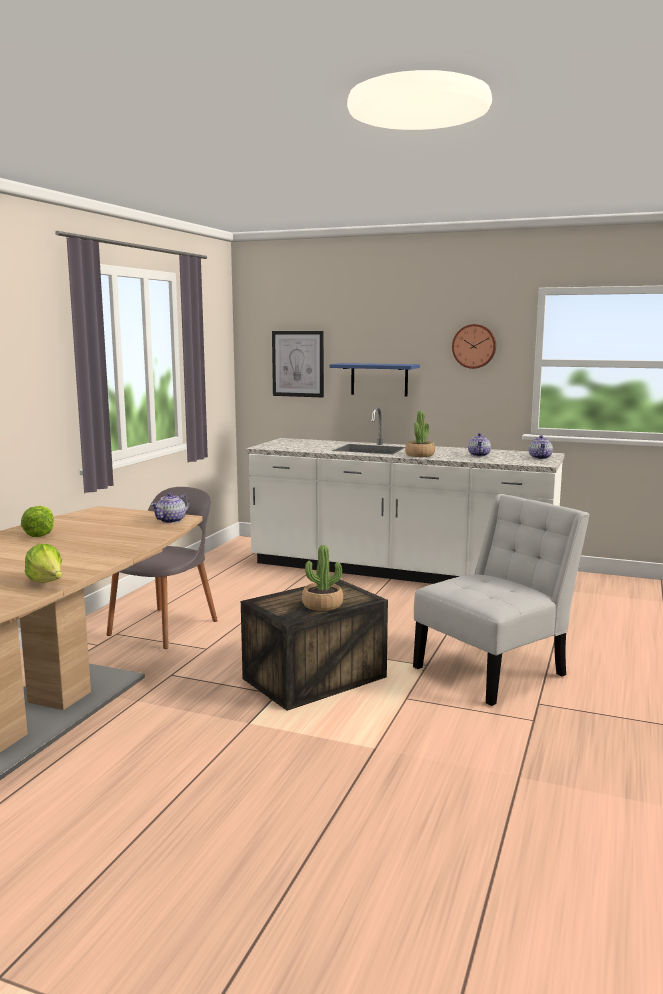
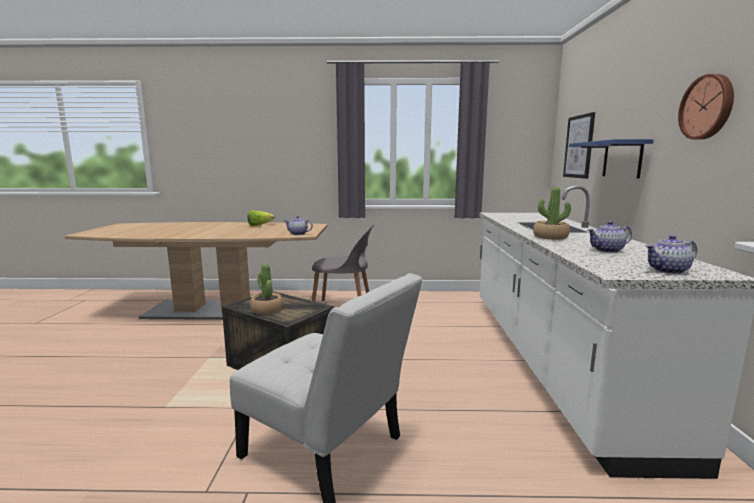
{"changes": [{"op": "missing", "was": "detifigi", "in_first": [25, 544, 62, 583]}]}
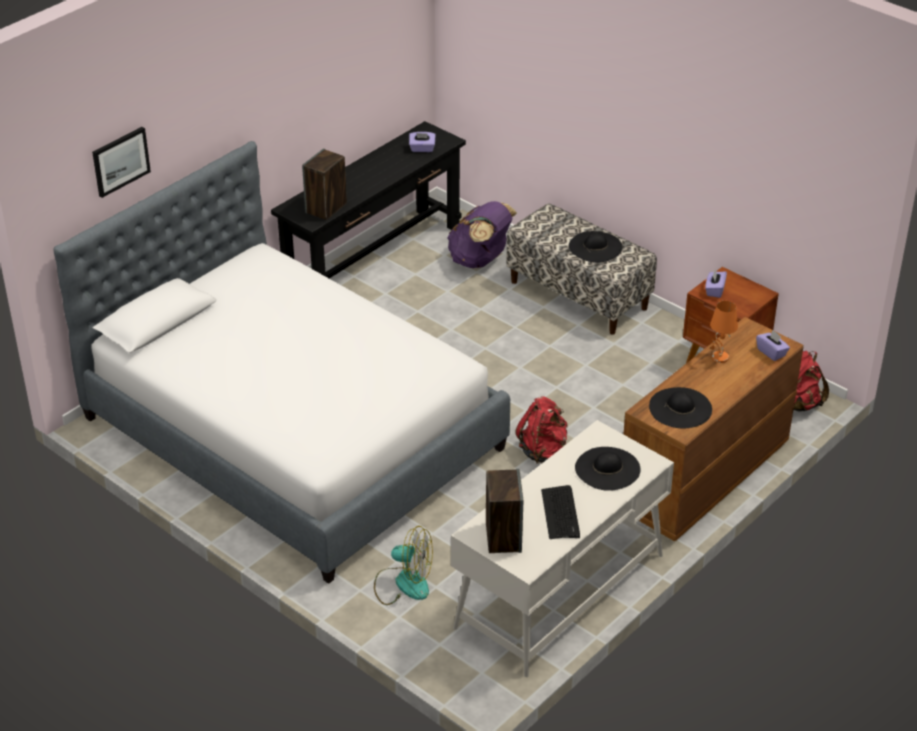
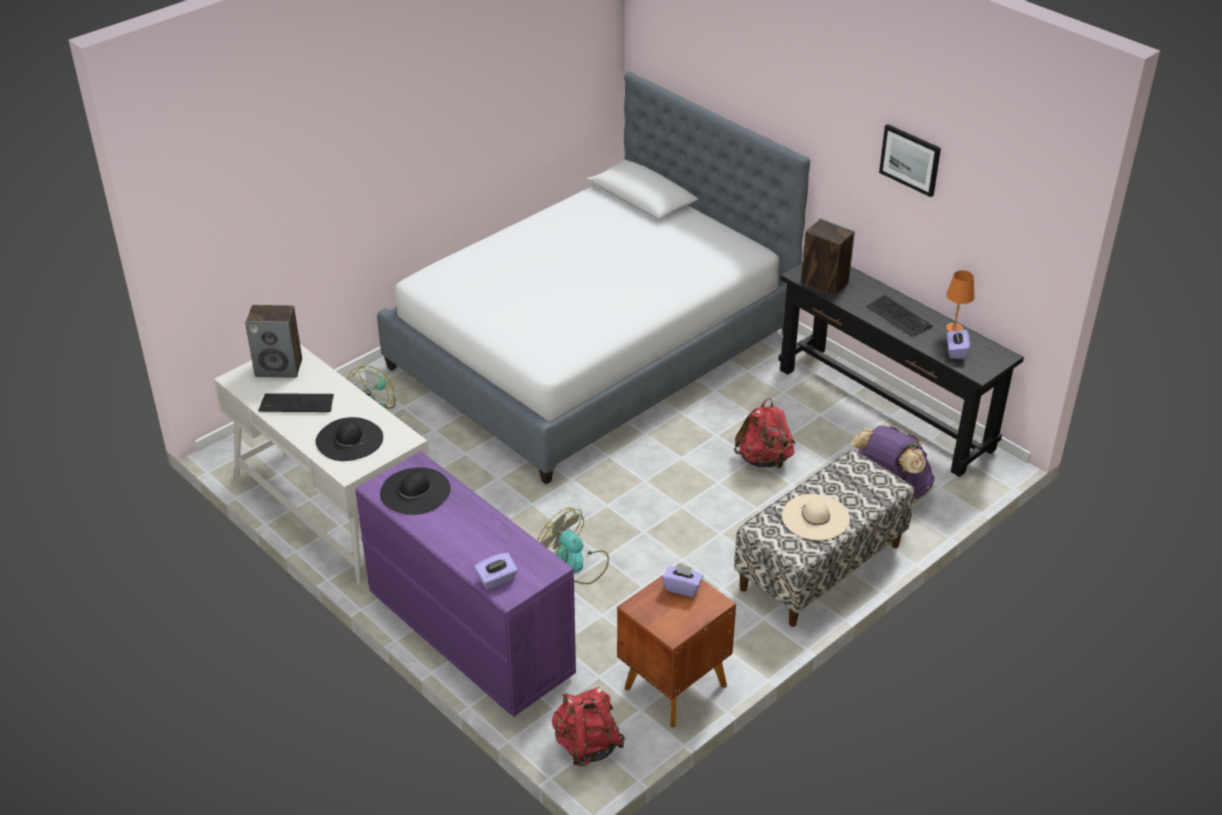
{"changes": [{"op": "appeared", "now": "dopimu", "in_second": [538, 507, 609, 584]}, {"op": "appeared", "now": "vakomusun", "in_second": [866, 295, 933, 337]}, {"op": "relocated", "was": "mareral", "in_first": [92, 127, 151, 198], "in_second": [879, 124, 941, 197]}, {"op": "relocated", "was": "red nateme", "in_first": [515, 396, 567, 464], "in_second": [734, 398, 795, 469]}, {"op": "relocated", "was": "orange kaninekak", "in_first": [710, 301, 738, 363], "in_second": [946, 270, 975, 332]}, {"op": "colour", "was": "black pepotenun", "now": "beige pepotenun", "in_first": [569, 231, 622, 262], "in_second": [782, 494, 850, 540]}, {"op": "colour", "was": "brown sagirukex", "now": "purple sagirukex", "in_first": [623, 317, 803, 541], "in_second": [355, 451, 576, 717]}]}
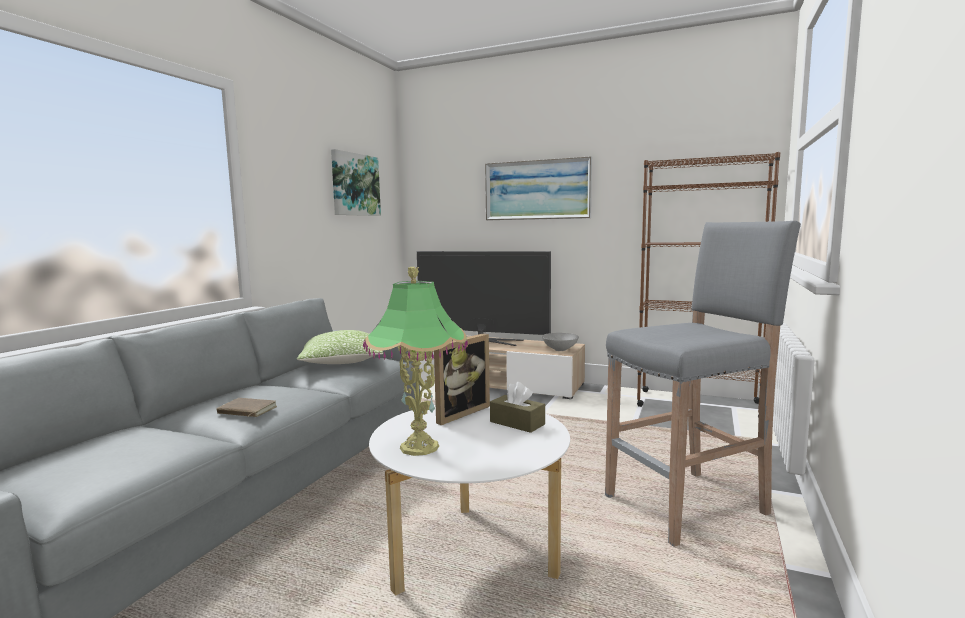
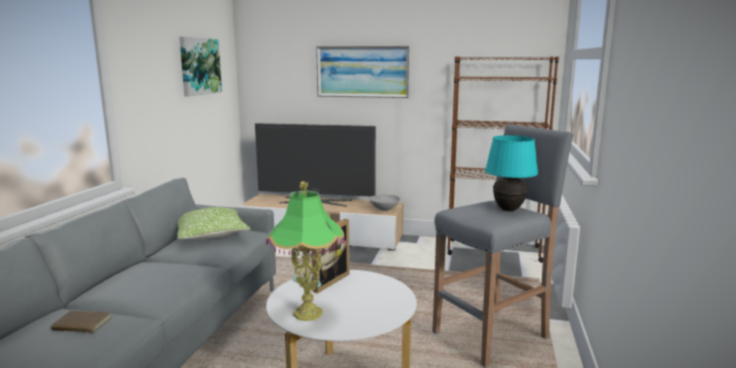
{"changes": [{"op": "missing", "was": "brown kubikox", "in_first": [490, 382, 545, 433]}, {"op": "appeared", "now": "turquoise kaninekak", "in_second": [485, 135, 538, 211]}, {"op": "relocated", "was": "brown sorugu", "in_first": [216, 398, 277, 417], "in_second": [51, 311, 112, 335]}]}
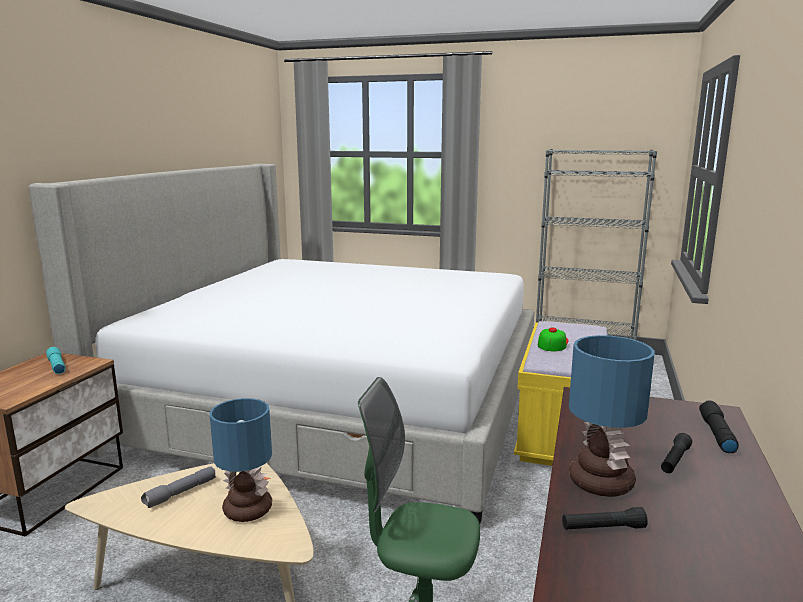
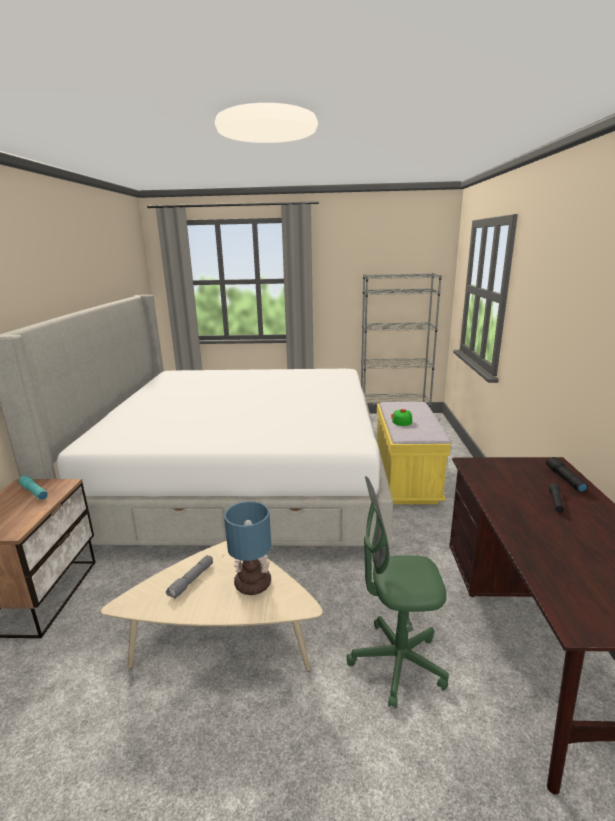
{"changes": [{"op": "missing", "was": "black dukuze", "in_first": [562, 507, 648, 530]}, {"op": "missing", "was": "kaninekak", "in_first": [569, 335, 655, 497]}]}
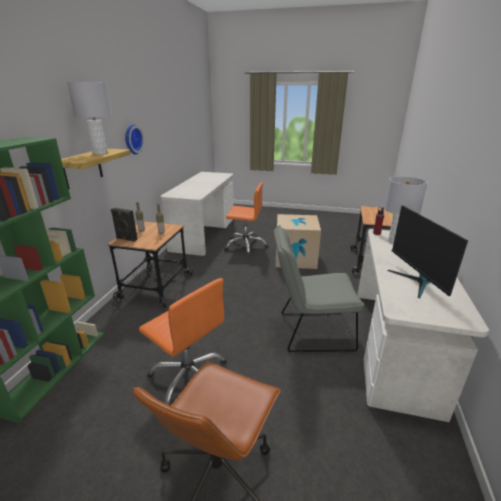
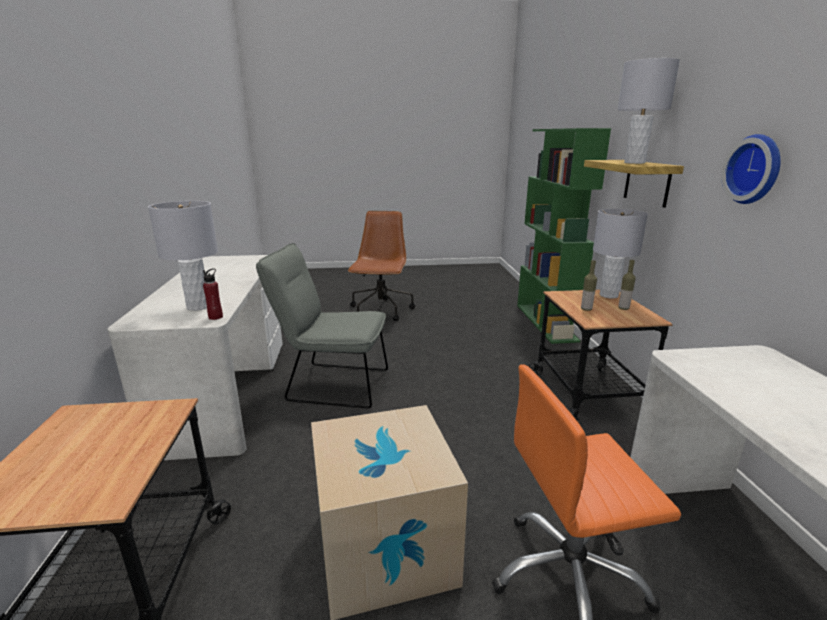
{"changes": [{"op": "missing", "was": "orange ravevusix", "in_first": [139, 278, 227, 405]}, {"op": "missing", "was": "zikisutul", "in_first": [388, 205, 468, 298]}, {"op": "exchanged", "was": "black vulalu", "now": "grey kaninekak", "in_first": [111, 208, 138, 242], "in_second": [593, 209, 648, 298]}, {"op": "spun", "was": "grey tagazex", "in_first": [274, 225, 364, 353], "in_second": [256, 243, 388, 408], "clockwise": -150}]}
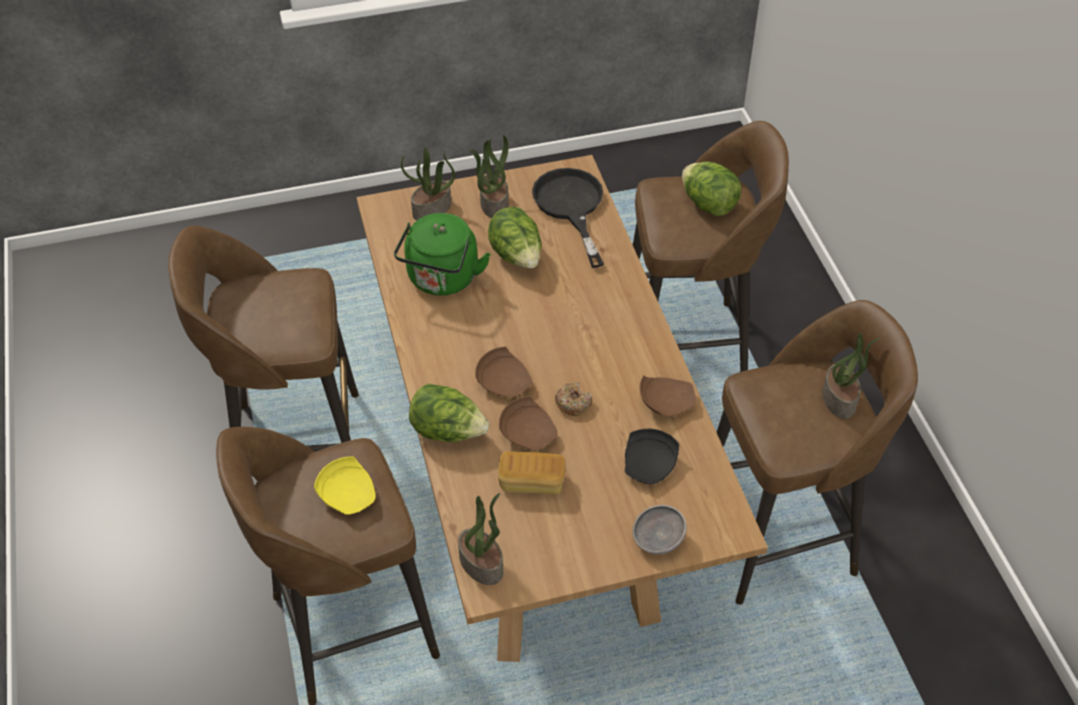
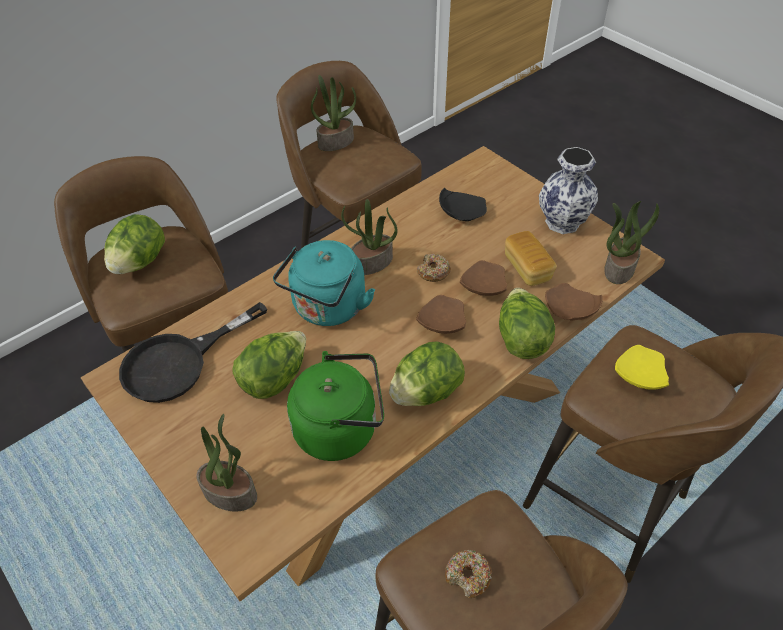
{"changes": [{"op": "missing", "was": "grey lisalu", "in_first": [632, 505, 687, 554]}, {"op": "appeared", "now": "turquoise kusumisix", "in_second": [273, 240, 375, 326]}, {"op": "appeared", "now": "detifigi", "in_second": [389, 341, 465, 406]}, {"op": "appeared", "now": "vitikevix", "in_second": [445, 550, 492, 598]}, {"op": "appeared", "now": "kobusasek", "in_second": [539, 147, 598, 234]}, {"op": "relocated", "was": "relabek", "in_first": [469, 135, 509, 218], "in_second": [341, 199, 397, 275]}, {"op": "relocated", "was": "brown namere", "in_first": [640, 376, 697, 417], "in_second": [545, 283, 603, 321]}]}
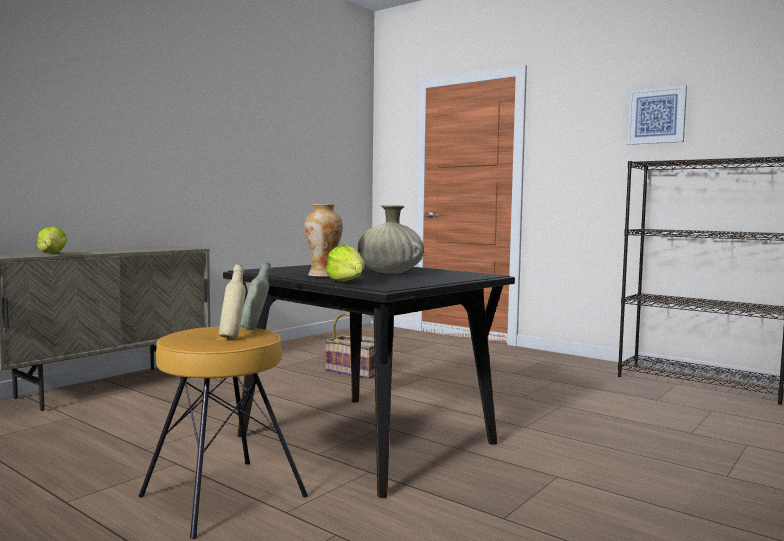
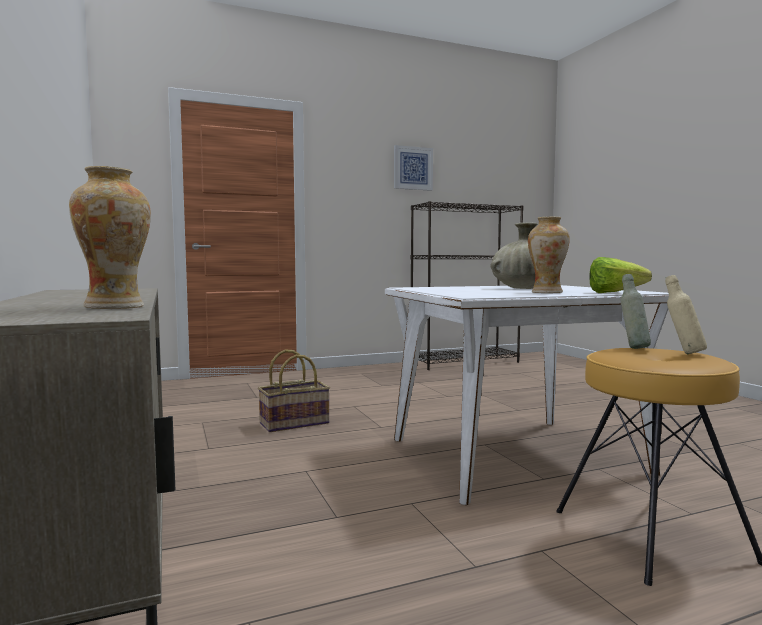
{"changes": [{"op": "exchanged", "was": "detifigi", "now": "kobusasek", "in_first": [37, 226, 67, 254], "in_second": [69, 166, 151, 309]}, {"op": "colour", "was": "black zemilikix", "now": "white zemilikix", "in_first": [223, 264, 515, 498], "in_second": [385, 285, 669, 505]}]}
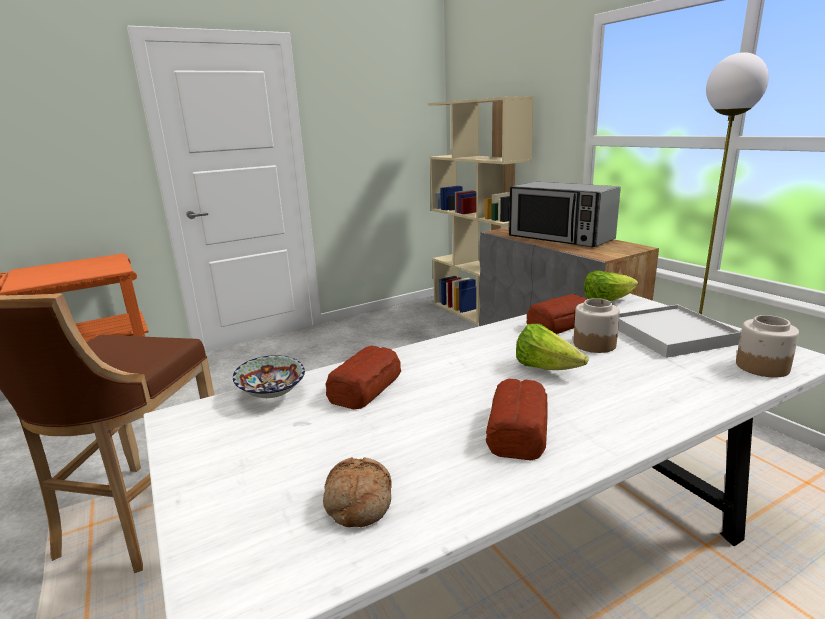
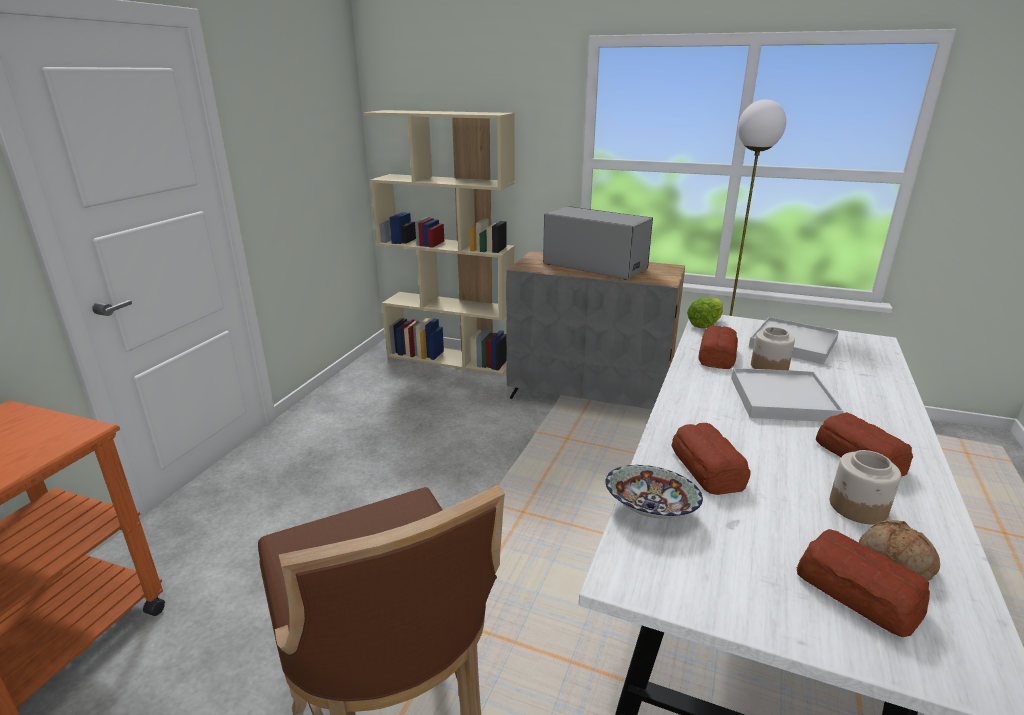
{"changes": [{"op": "appeared", "now": "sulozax", "in_second": [797, 529, 930, 637]}, {"op": "relocated", "was": "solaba", "in_first": [736, 315, 799, 377], "in_second": [830, 450, 901, 524]}, {"op": "exchanged", "was": "detifigi", "now": "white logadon", "in_first": [516, 324, 588, 370], "in_second": [731, 368, 844, 422]}, {"op": "spun", "was": "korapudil", "in_first": [509, 182, 621, 248], "in_second": [543, 206, 653, 280], "clockwise": -150}]}
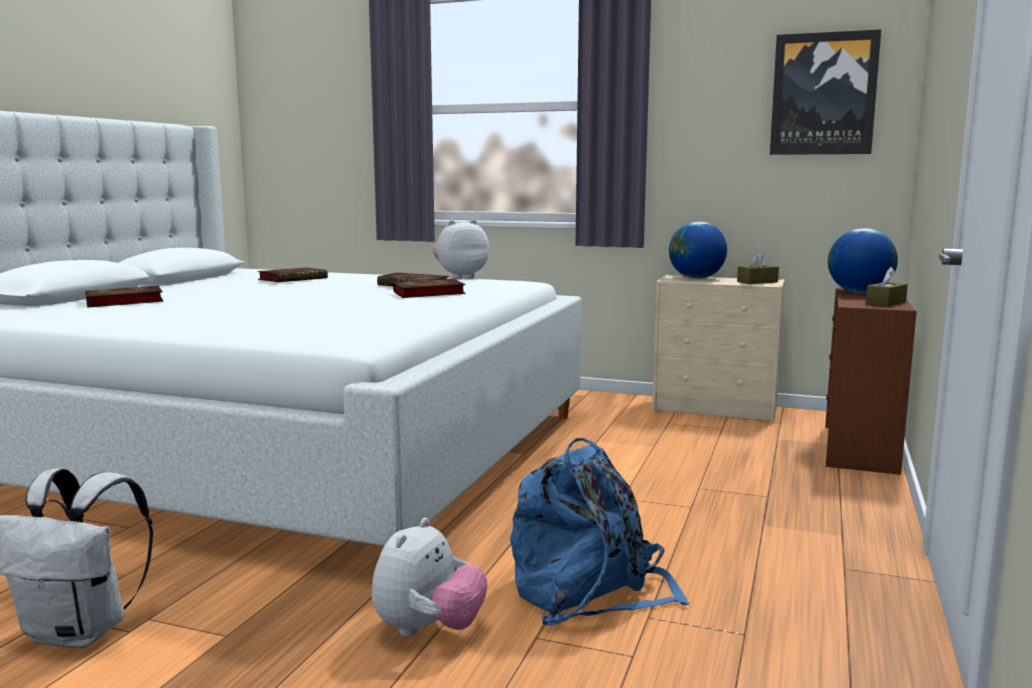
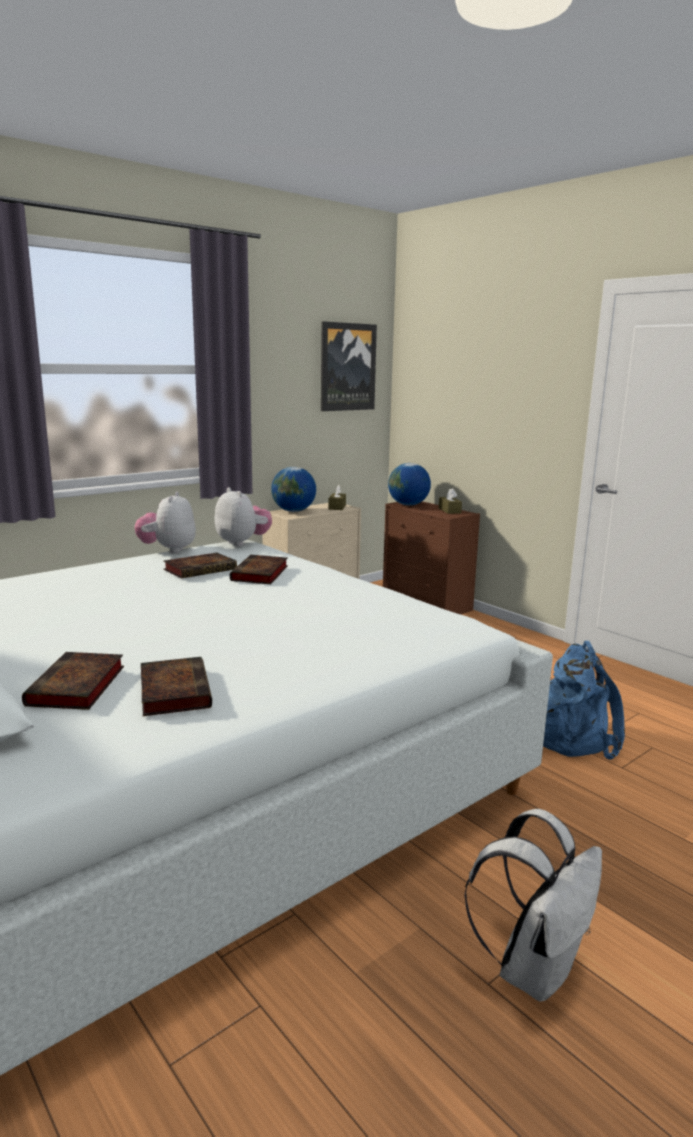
{"changes": [{"op": "relocated", "was": "sorugu", "in_first": [258, 268, 328, 282], "in_second": [141, 657, 212, 716]}, {"op": "relocated", "was": "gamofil", "in_first": [372, 518, 487, 637], "in_second": [214, 488, 272, 547]}]}
